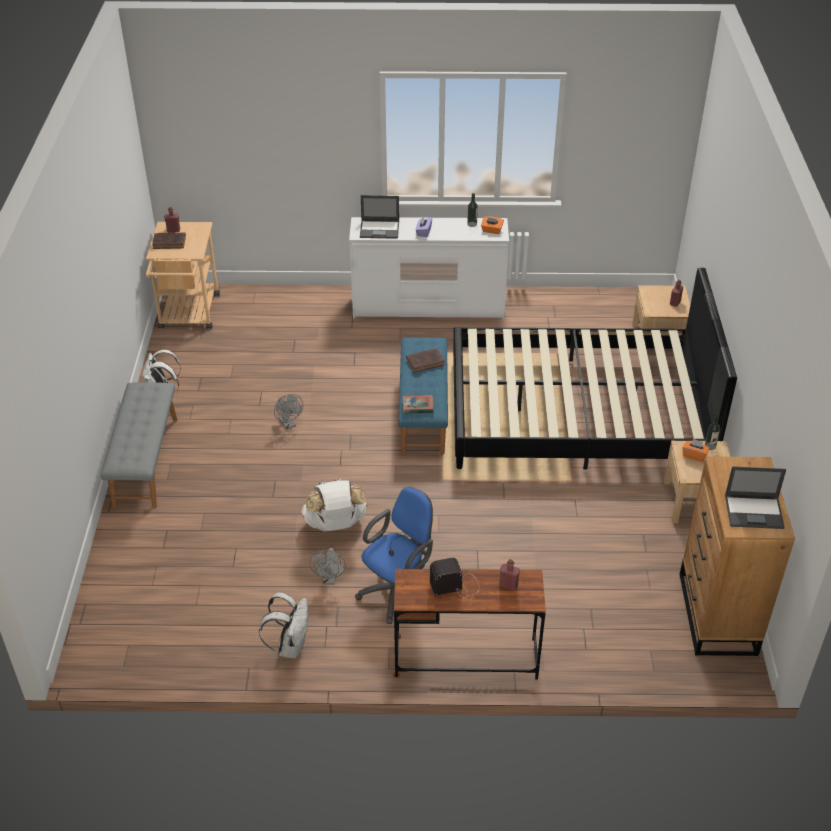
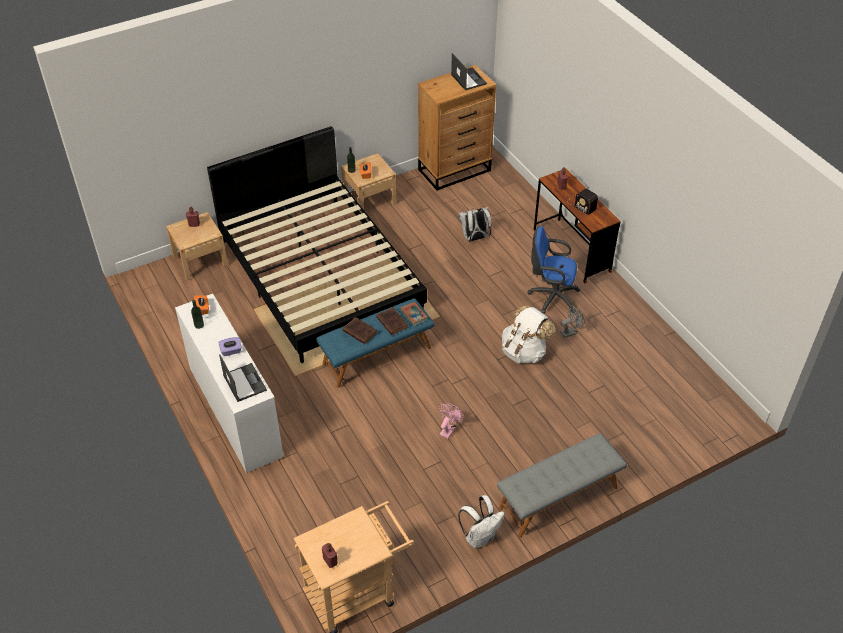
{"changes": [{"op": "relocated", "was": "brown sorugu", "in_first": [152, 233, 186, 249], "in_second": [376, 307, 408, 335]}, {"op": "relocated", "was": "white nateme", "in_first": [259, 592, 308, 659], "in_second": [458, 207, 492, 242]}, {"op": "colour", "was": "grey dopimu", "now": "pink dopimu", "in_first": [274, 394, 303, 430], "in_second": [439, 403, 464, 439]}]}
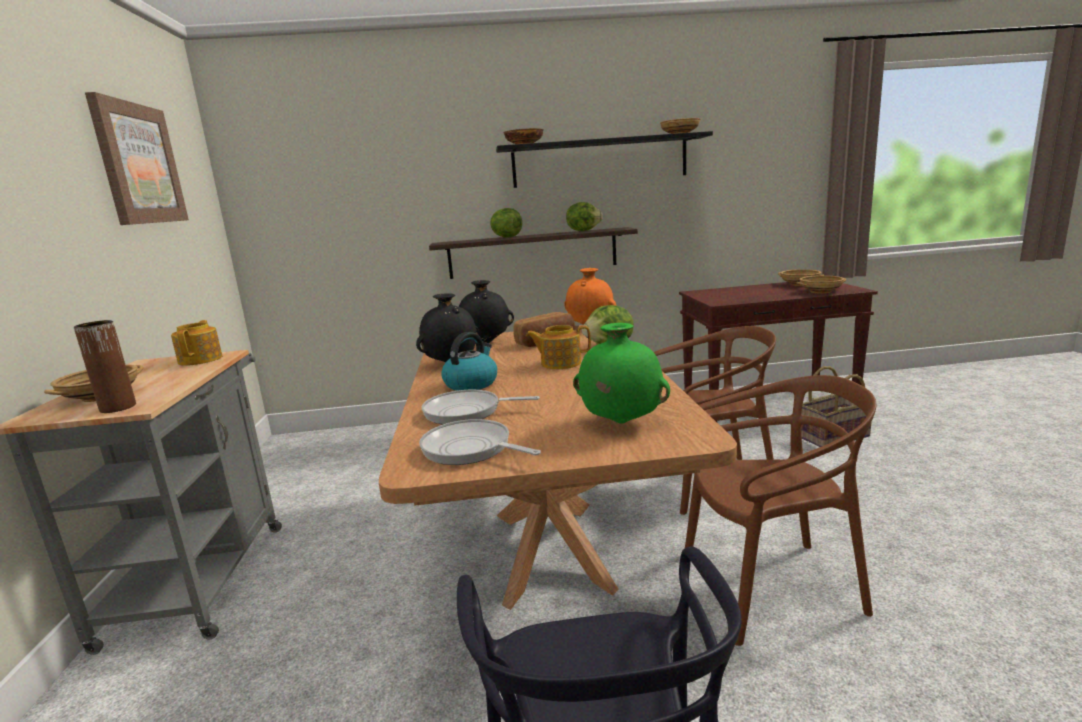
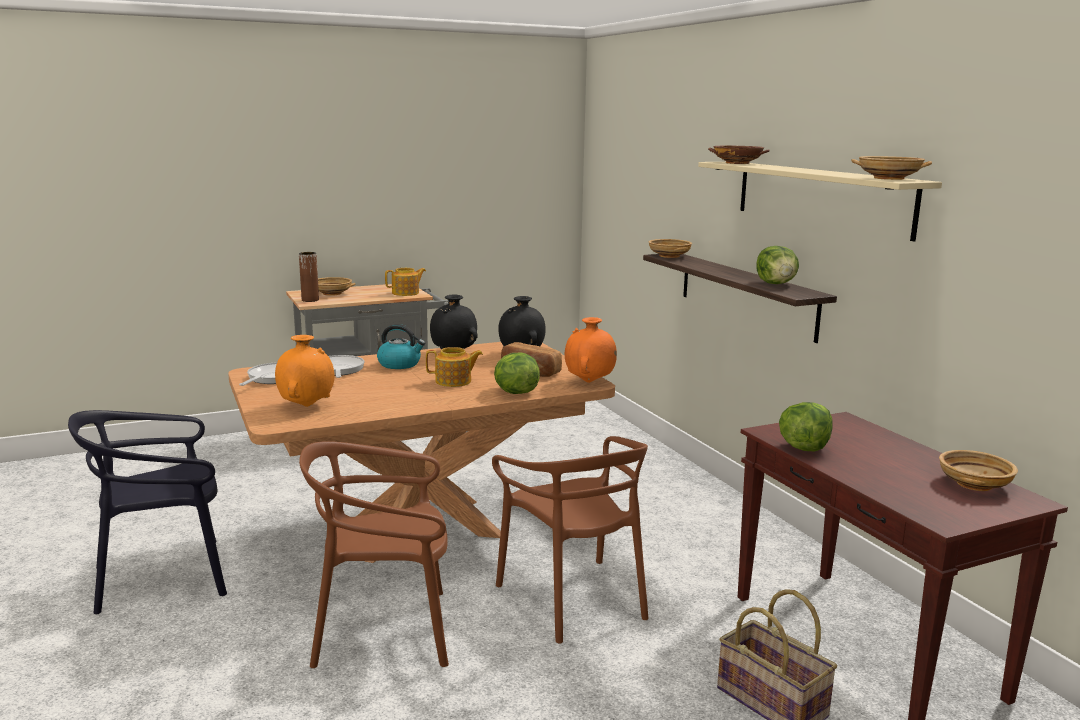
{"changes": [{"op": "missing", "was": "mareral", "in_first": [85, 92, 189, 225]}, {"op": "relocated", "was": "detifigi", "in_first": [490, 208, 522, 238], "in_second": [779, 402, 832, 451]}, {"op": "relocated", "was": "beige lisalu", "in_first": [796, 275, 846, 293], "in_second": [649, 239, 692, 258]}, {"op": "colour", "was": "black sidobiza", "now": "beige sidobiza", "in_first": [496, 131, 713, 188], "in_second": [698, 162, 942, 242]}, {"op": "colour", "was": "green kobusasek", "now": "orange kobusasek", "in_first": [573, 323, 670, 424], "in_second": [275, 335, 335, 407]}, {"op": "spun", "was": "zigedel", "in_first": [526, 325, 591, 369], "in_second": [426, 347, 483, 387], "clockwise": 105}, {"op": "spun", "was": "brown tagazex", "in_first": [685, 375, 876, 646], "in_second": [299, 441, 449, 668], "clockwise": 105}]}
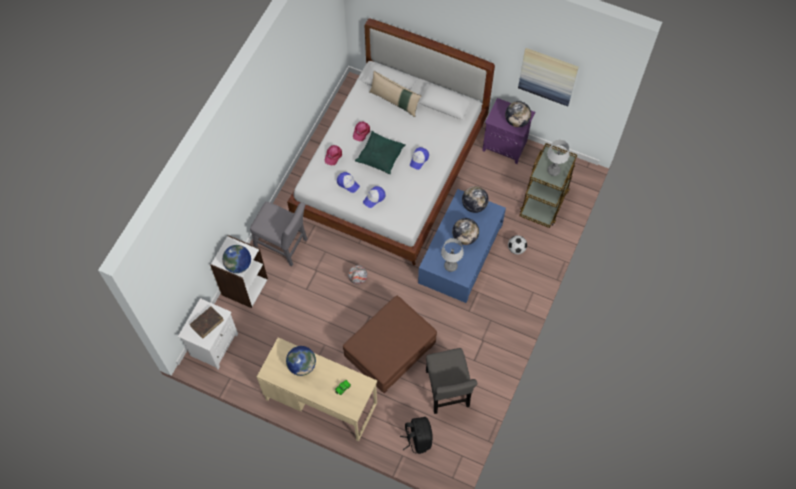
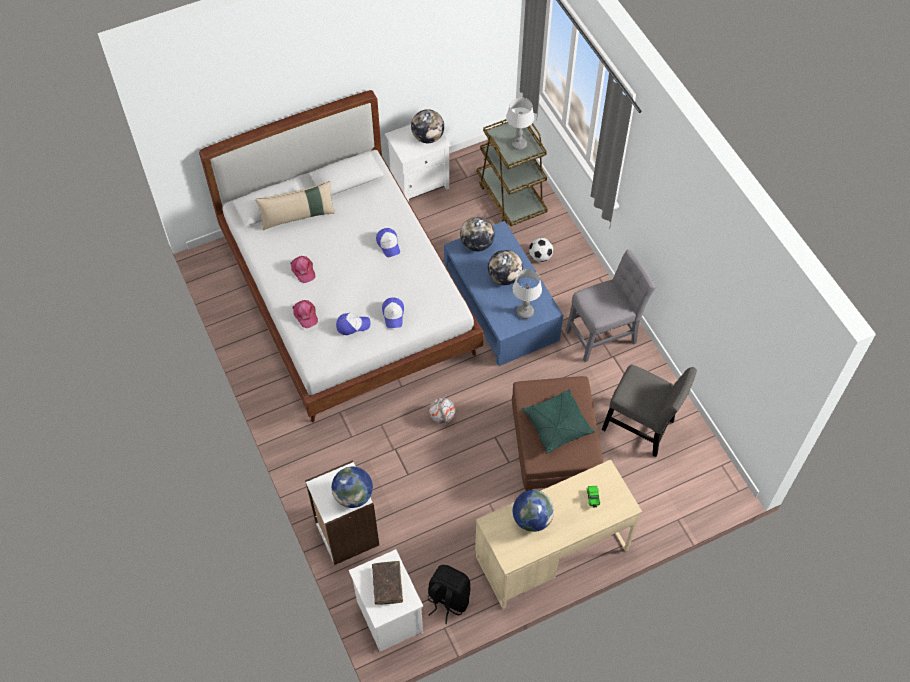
{"changes": [{"op": "missing", "was": "mareral", "in_first": [518, 48, 579, 106]}, {"op": "relocated", "was": "grey tagazex", "in_first": [250, 202, 307, 266], "in_second": [566, 250, 656, 362]}, {"op": "relocated", "was": "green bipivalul", "in_first": [355, 131, 406, 174], "in_second": [522, 389, 595, 454]}, {"op": "relocated", "was": "black nateme", "in_first": [400, 417, 433, 454], "in_second": [428, 565, 471, 624]}, {"op": "colour", "was": "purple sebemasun", "now": "white sebemasun", "in_first": [482, 98, 535, 164], "in_second": [385, 124, 451, 202]}]}
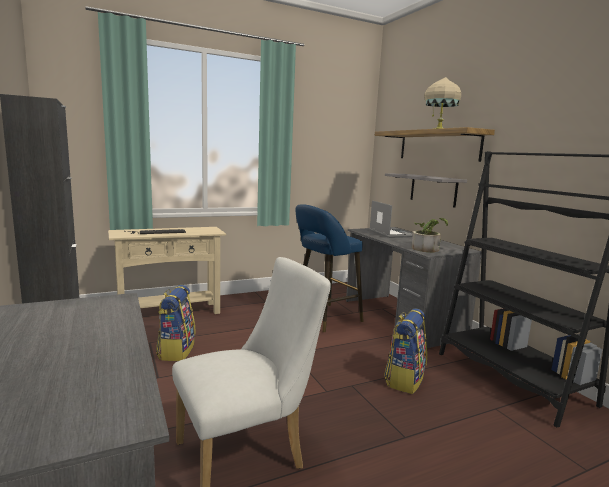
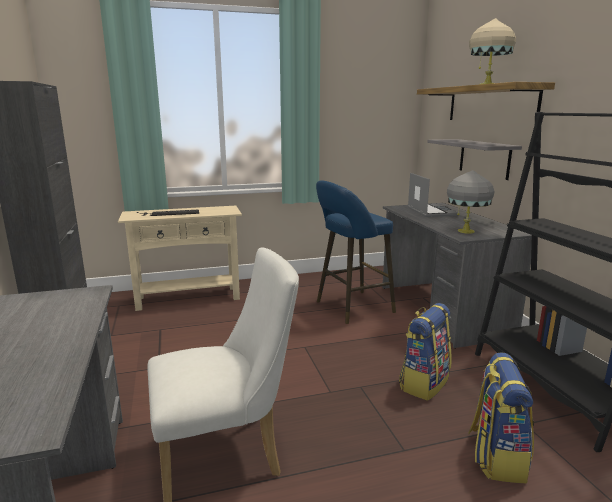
{"changes": [{"op": "relocated", "was": "nateme", "in_first": [156, 285, 196, 361], "in_second": [468, 353, 534, 483]}, {"op": "exchanged", "was": "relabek", "now": "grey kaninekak", "in_first": [412, 218, 448, 252], "in_second": [447, 170, 494, 234]}]}
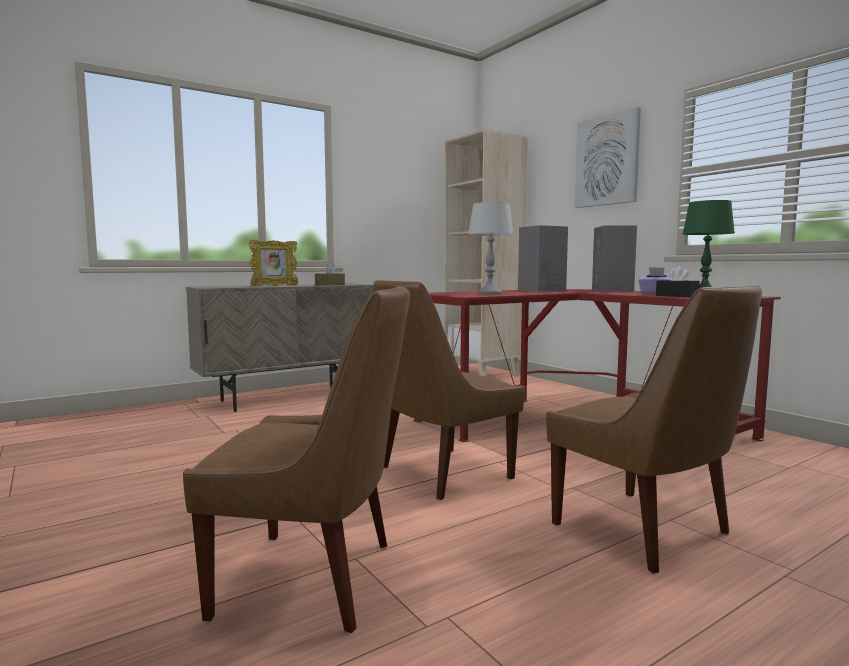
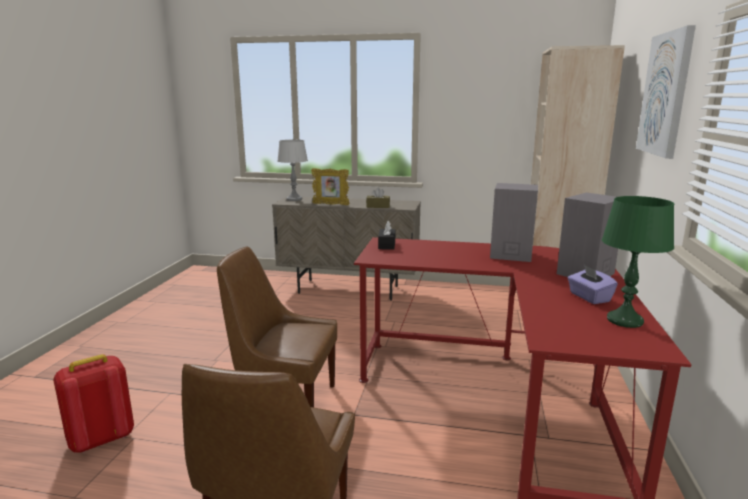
{"changes": [{"op": "relocated", "was": "grey kaninekak", "in_first": [468, 202, 514, 294], "in_second": [278, 140, 308, 201]}, {"op": "relocated", "was": "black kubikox", "in_first": [656, 266, 700, 297], "in_second": [378, 220, 395, 250]}, {"op": "exchanged", "was": "brown tagazex", "now": "red nateme", "in_first": [183, 286, 410, 633], "in_second": [53, 354, 134, 453]}]}
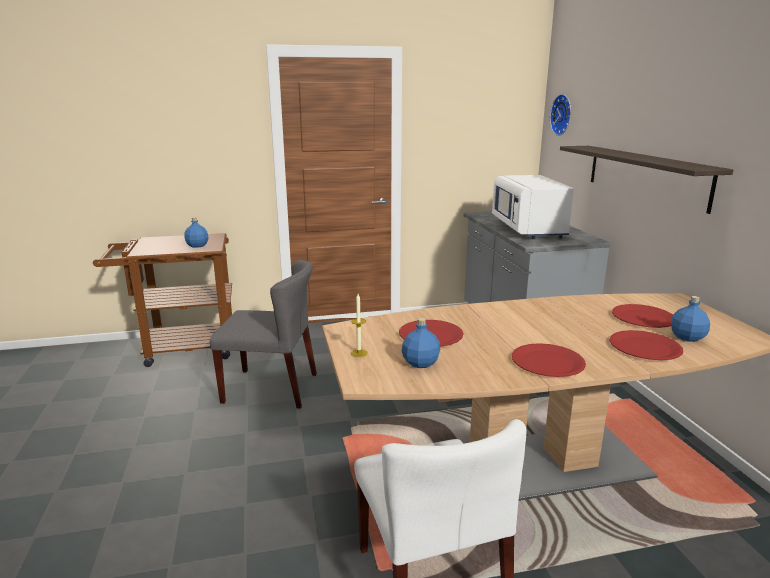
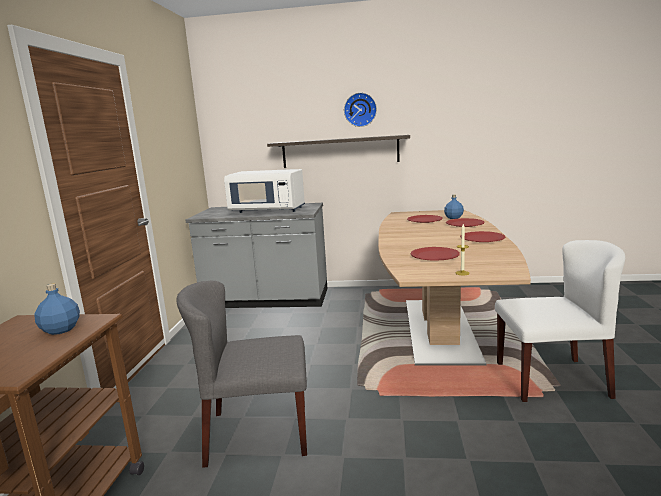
{"changes": [{"op": "missing", "was": "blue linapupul", "in_first": [402, 318, 440, 368]}, {"op": "relocated", "was": "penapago", "in_first": [550, 94, 571, 136], "in_second": [344, 92, 377, 127]}, {"op": "spun", "was": "grey tagazex", "in_first": [210, 260, 317, 409], "in_second": [177, 280, 307, 468], "clockwise": -120}]}
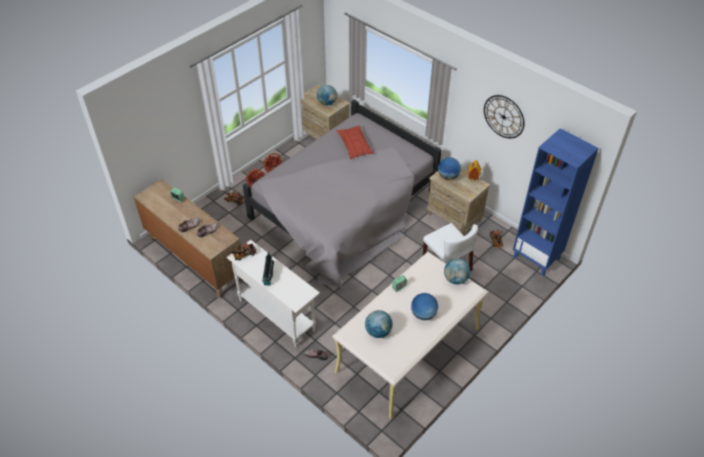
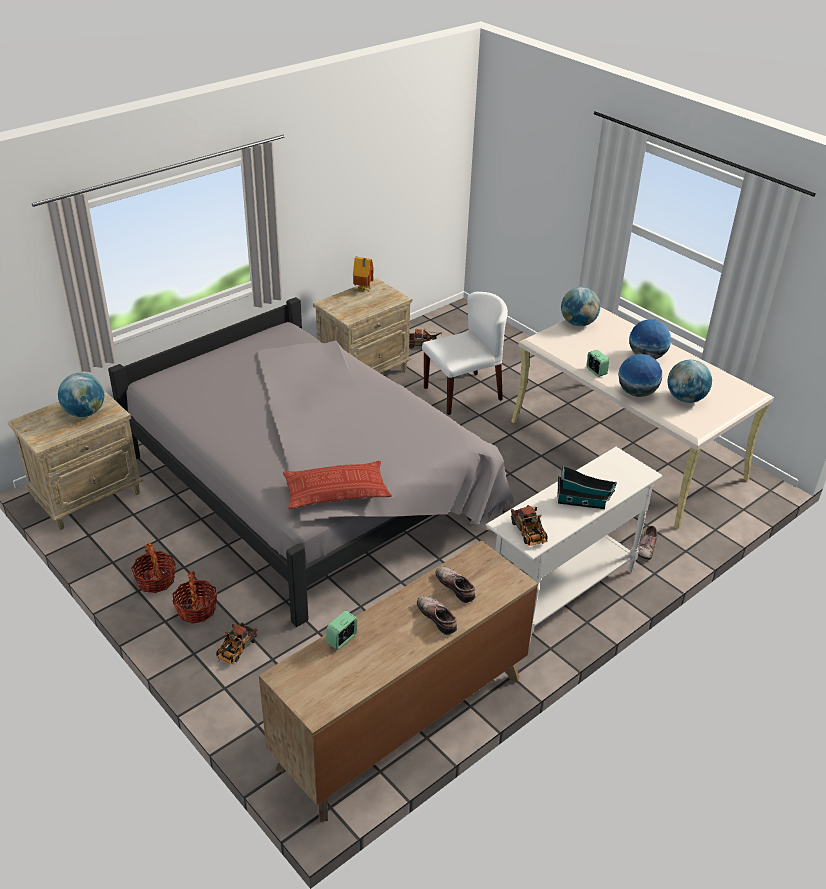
{"changes": [{"op": "missing", "was": "penapago", "in_first": [484, 95, 525, 138]}, {"op": "missing", "was": "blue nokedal", "in_first": [513, 129, 599, 276]}, {"op": "relocated", "was": "bipivalul", "in_first": [337, 125, 374, 159], "in_second": [283, 461, 392, 509]}, {"op": "relocated", "was": "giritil", "in_first": [438, 157, 461, 180], "in_second": [618, 354, 662, 397]}]}
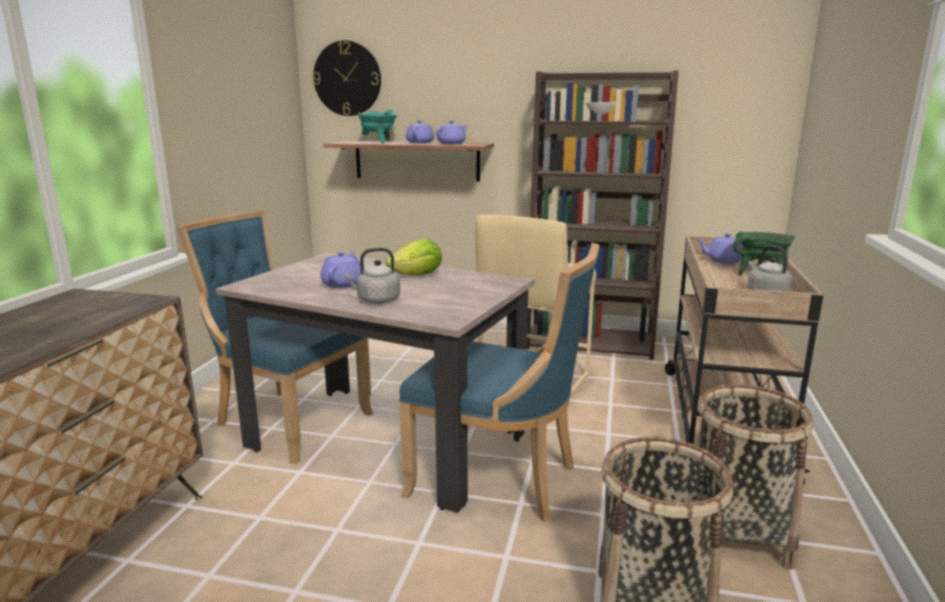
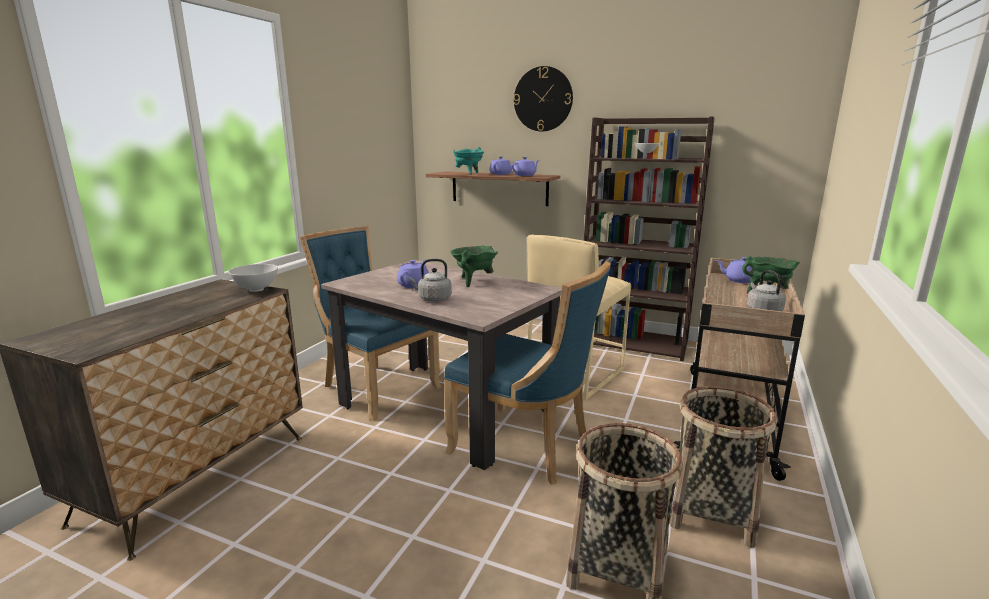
{"changes": [{"op": "appeared", "now": "white lisalu", "in_second": [228, 264, 278, 292]}, {"op": "relocated", "was": "penapago", "in_first": [313, 40, 381, 116], "in_second": [514, 66, 573, 131]}, {"op": "exchanged", "was": "detifigi", "now": "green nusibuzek", "in_first": [386, 239, 442, 276], "in_second": [450, 246, 498, 287]}]}
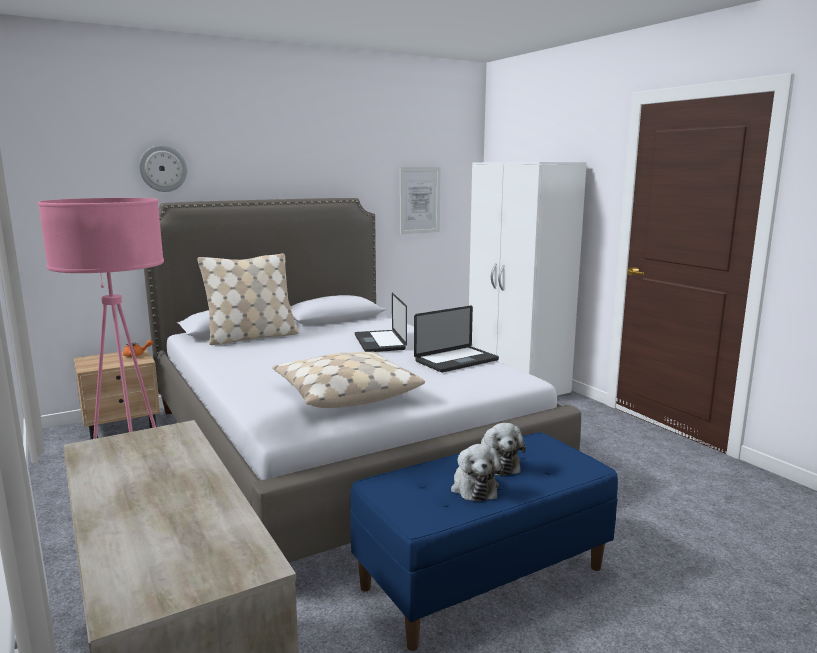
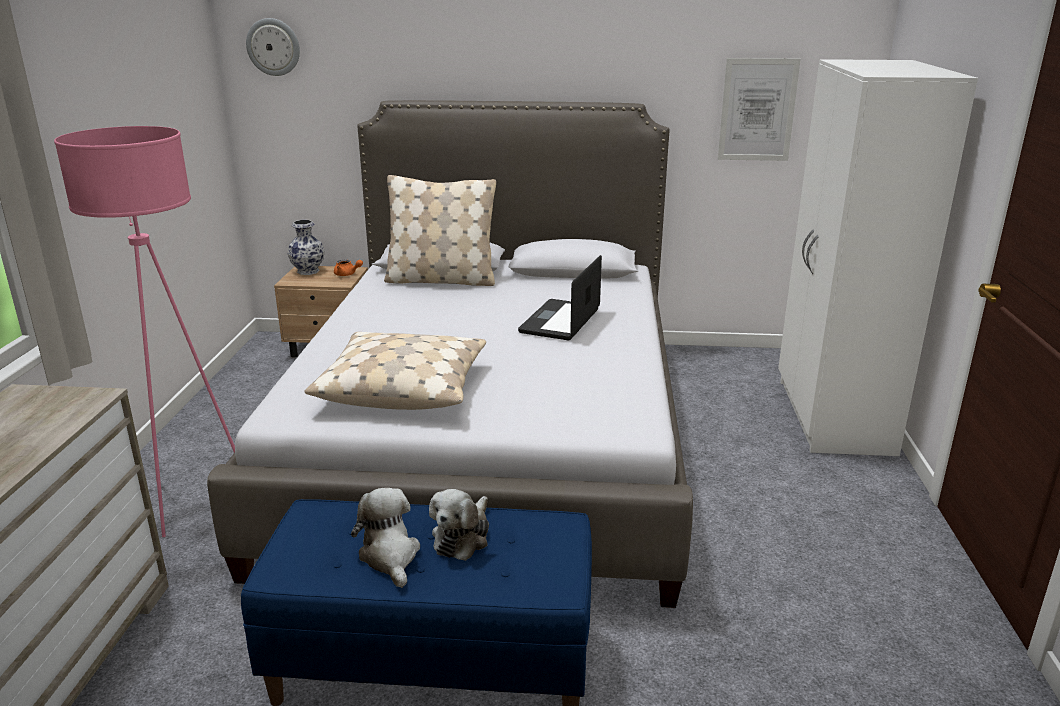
{"changes": [{"op": "missing", "was": "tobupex", "in_first": [414, 306, 499, 372]}, {"op": "appeared", "now": "kobusasek", "in_second": [288, 220, 324, 275]}, {"op": "relocated", "was": "penapago", "in_first": [139, 145, 187, 192], "in_second": [246, 18, 300, 76]}, {"op": "spun", "was": "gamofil", "in_first": [451, 444, 504, 502], "in_second": [351, 488, 420, 588], "clockwise": 135}]}
